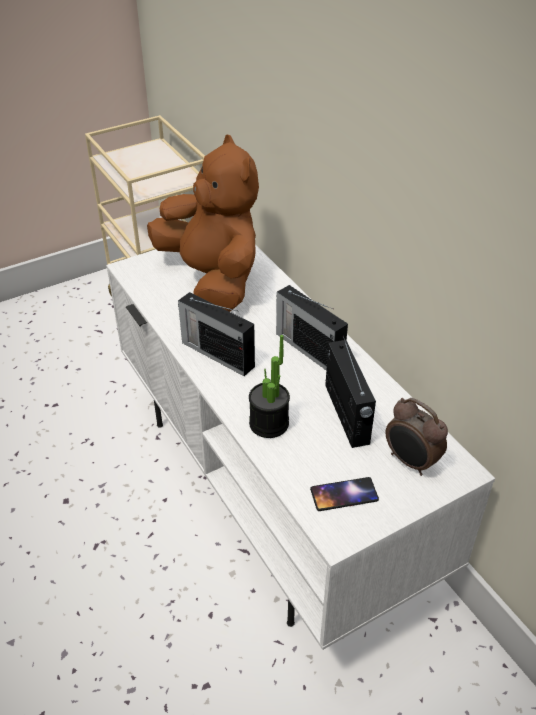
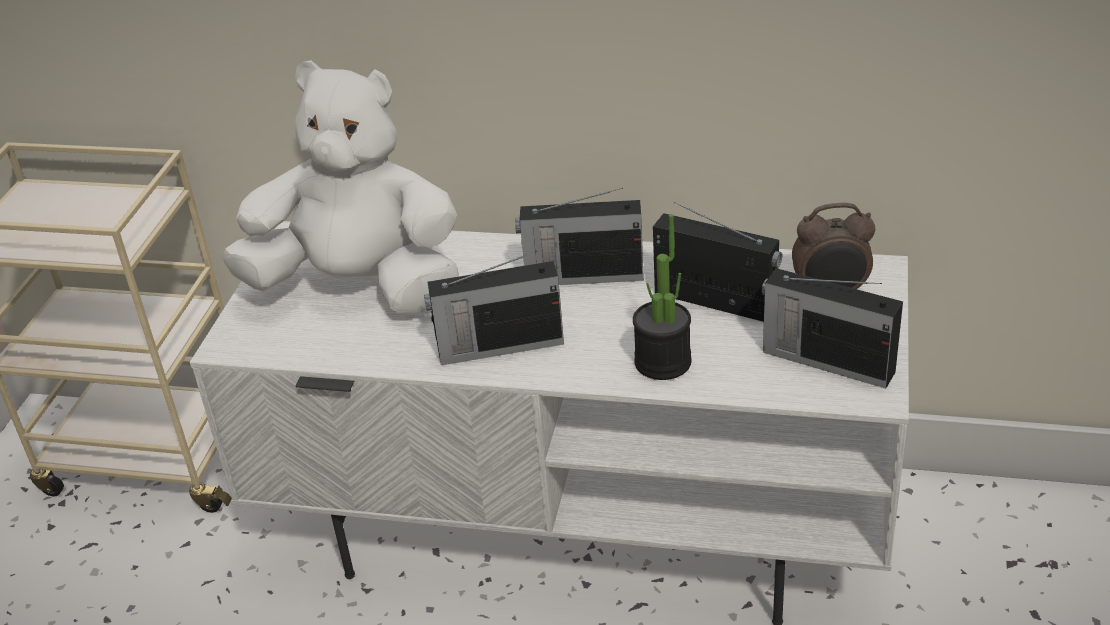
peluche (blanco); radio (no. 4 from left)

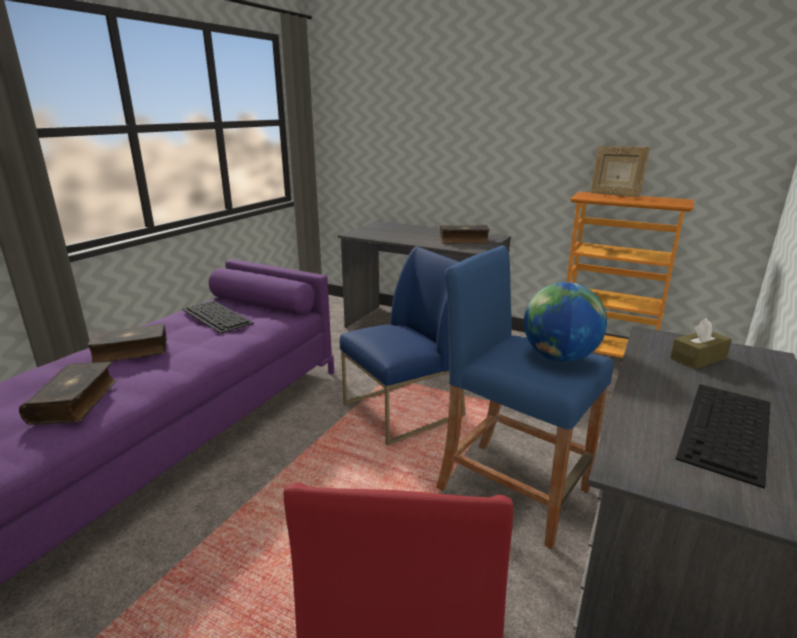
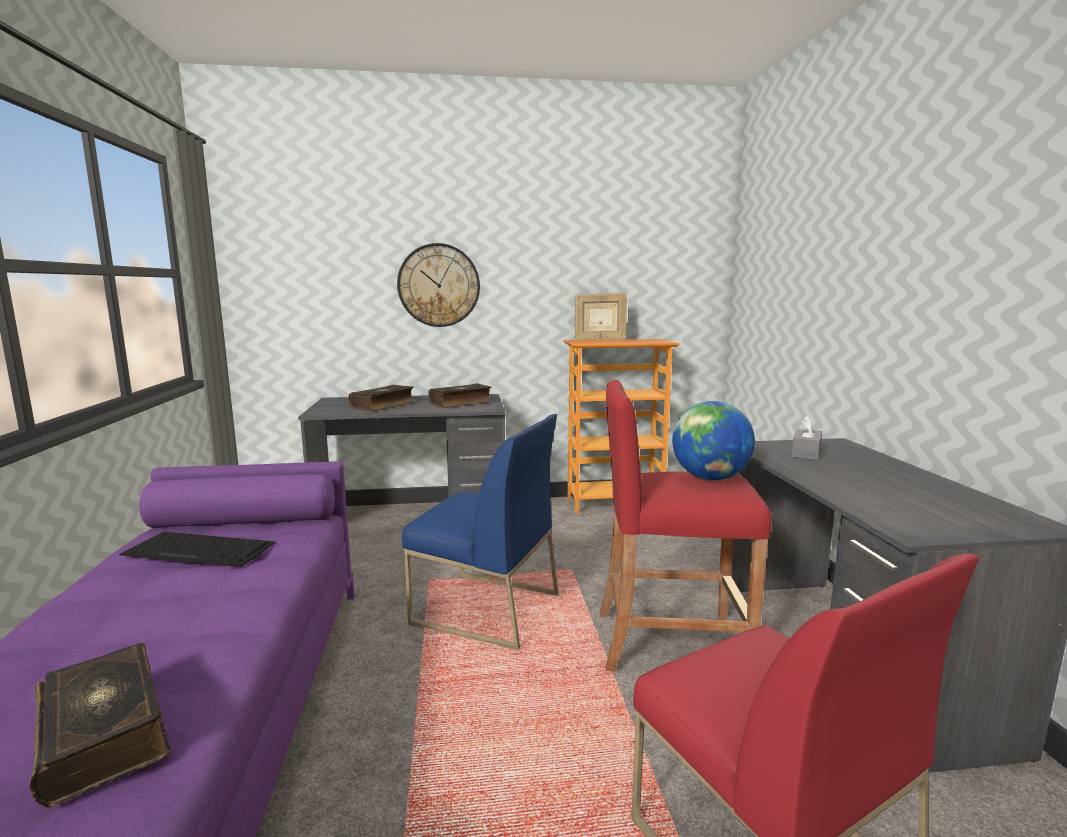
libro (no. 2 from left); silla (azul); taburete (rojo); caja de pañuelos (gris); teclado (no. 2 from left in the first image); reloj de pared

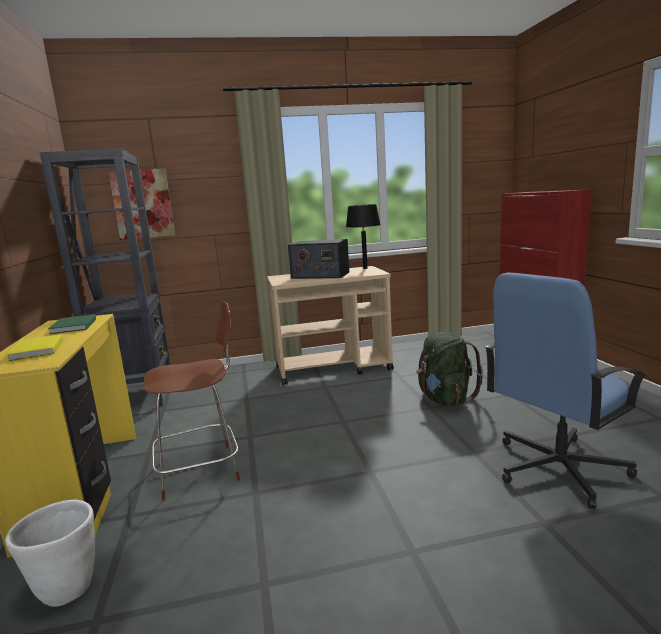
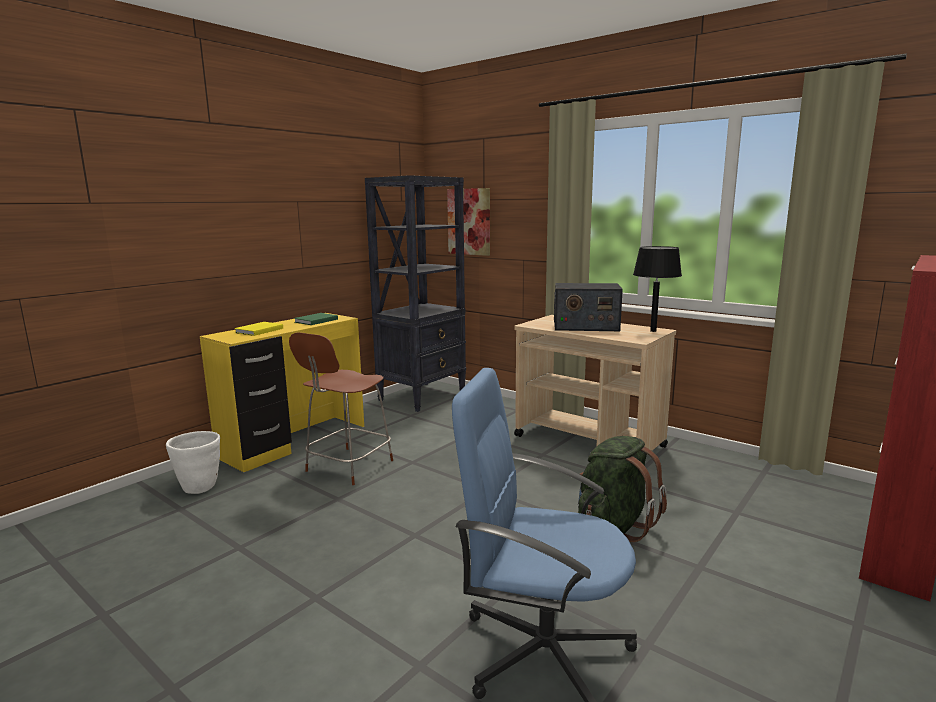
silla (marrón); radio

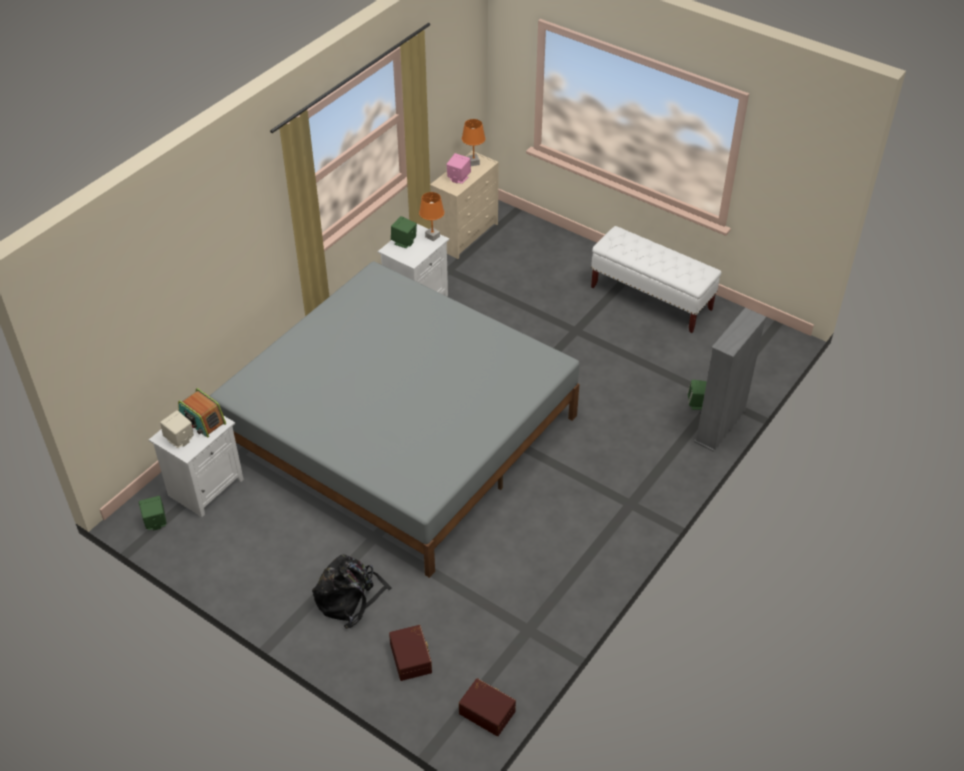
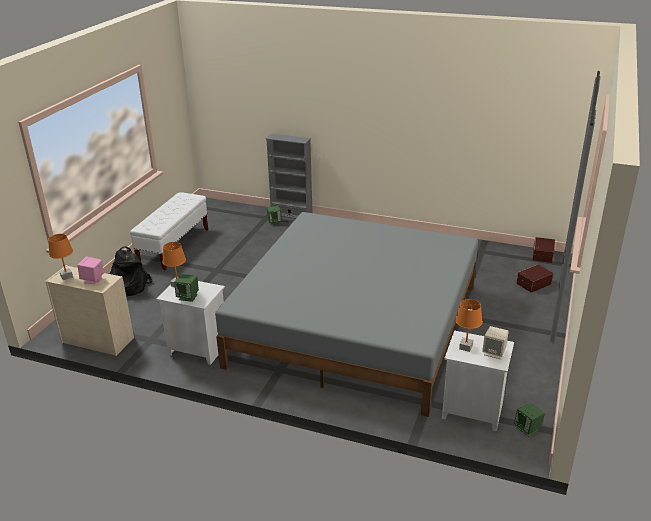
lámpara de mesa (naranja) (no. 3 from left); mochila (negro)

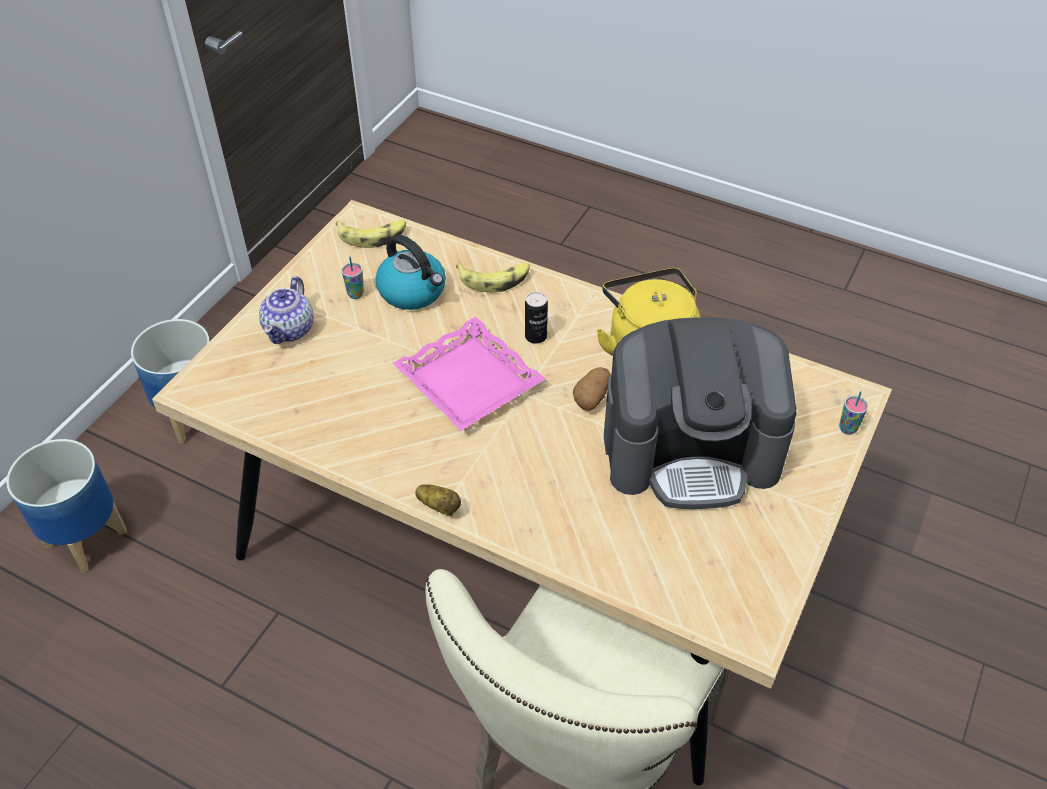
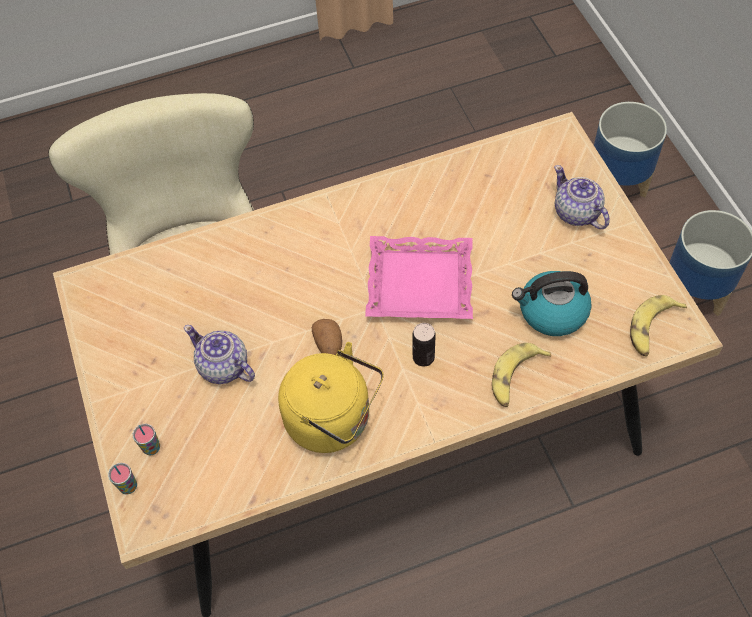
taza (no. 2 from left); patata (no. 1 from left in the first image); tetera (no. 1 from left)

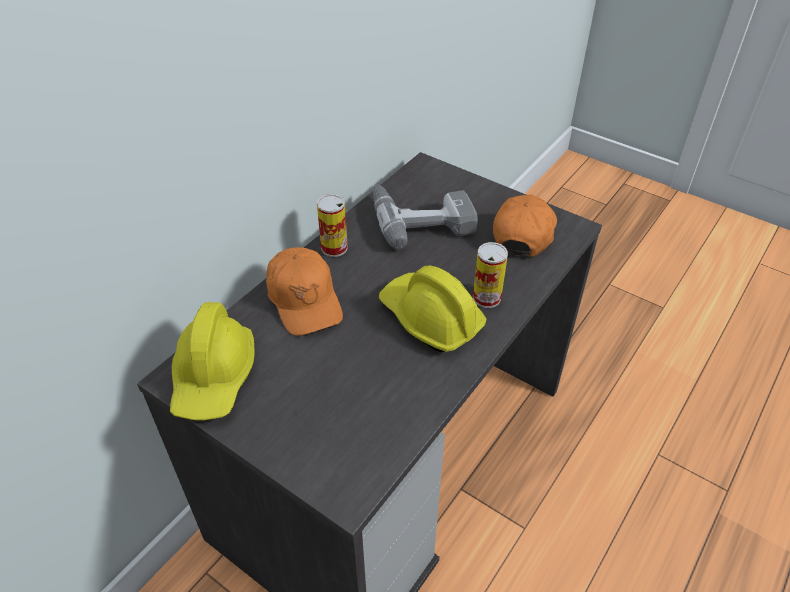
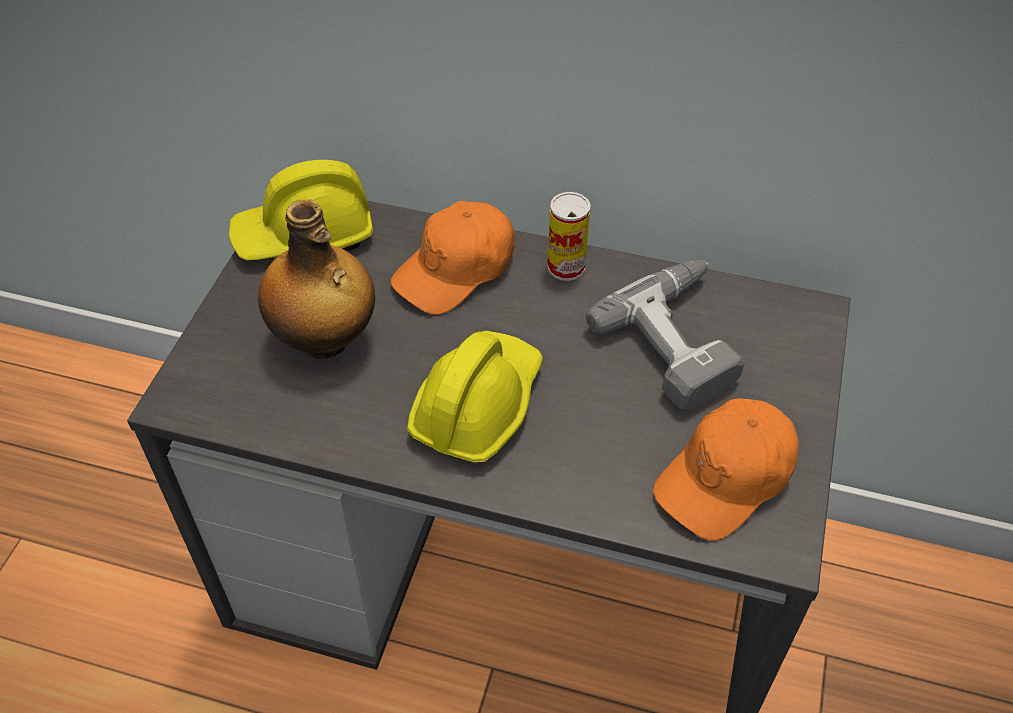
lata (no. 2 from left in the first image); gorra (naranja) (no. 2 from left); botella

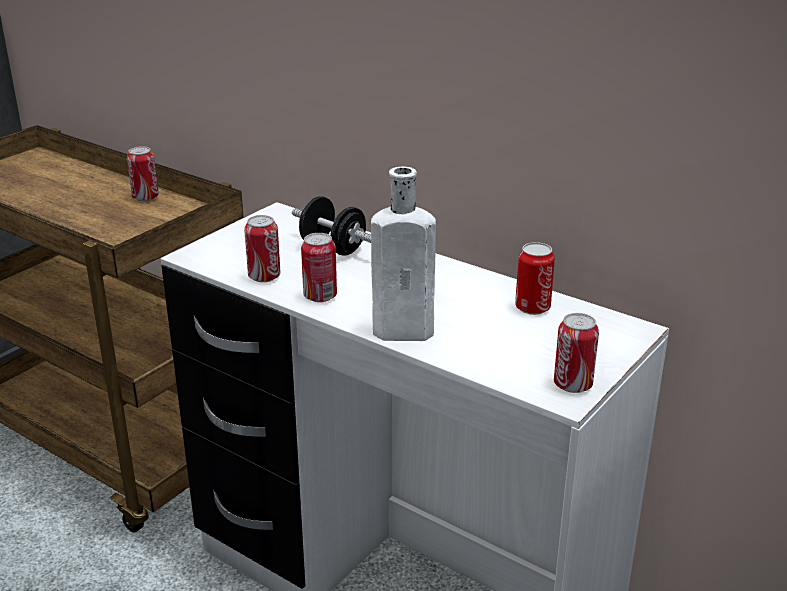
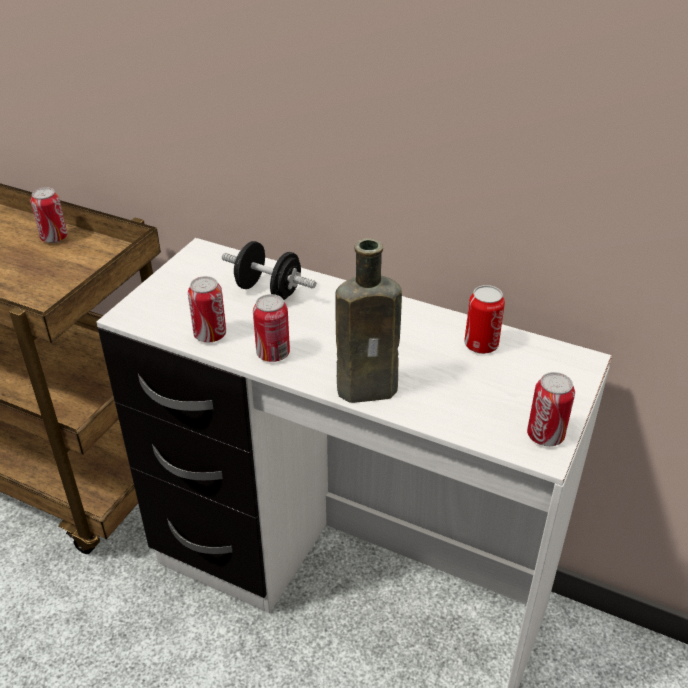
botella (marrón)

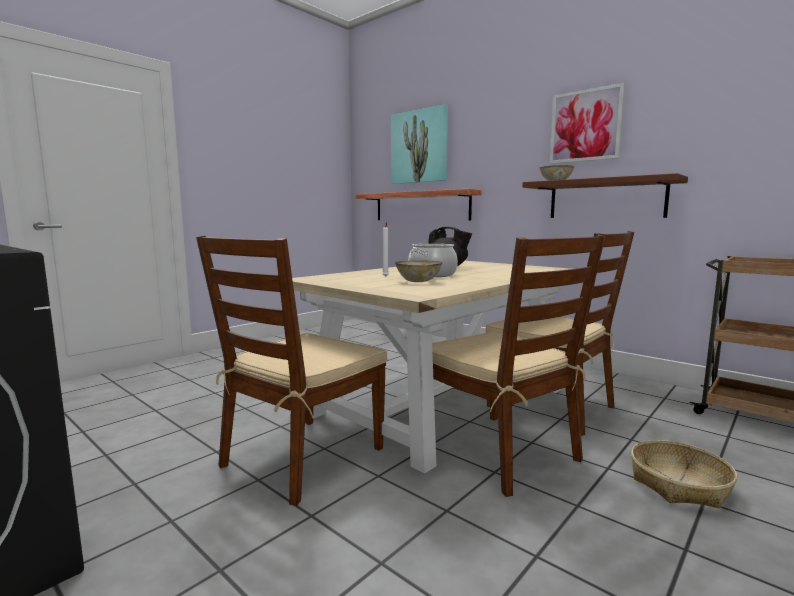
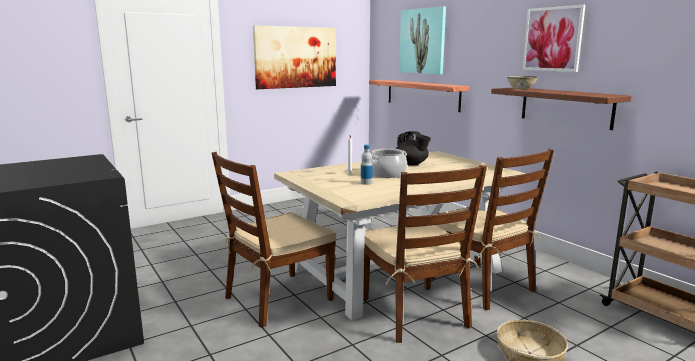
botella; cuadro (no. 1 from left)

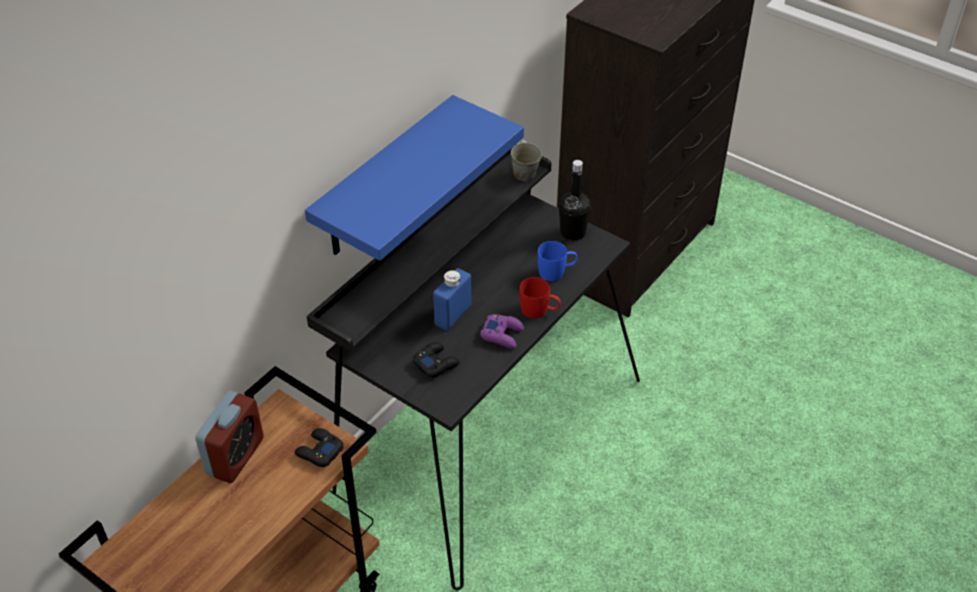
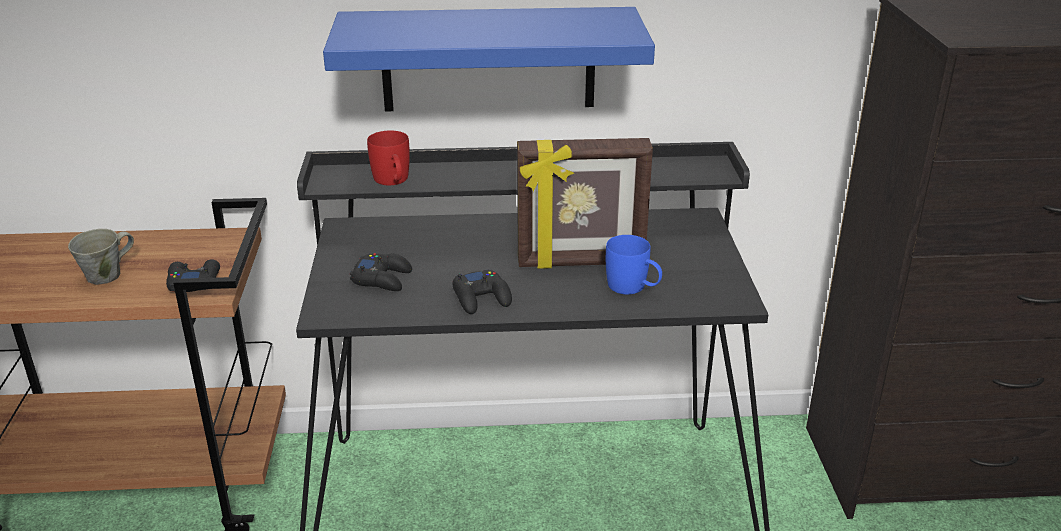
despertador; botella (azul); mando de consola (negro) (no. 3 from left); taza grande (gris); taza grande (rojo); botella (negro); portarretratos

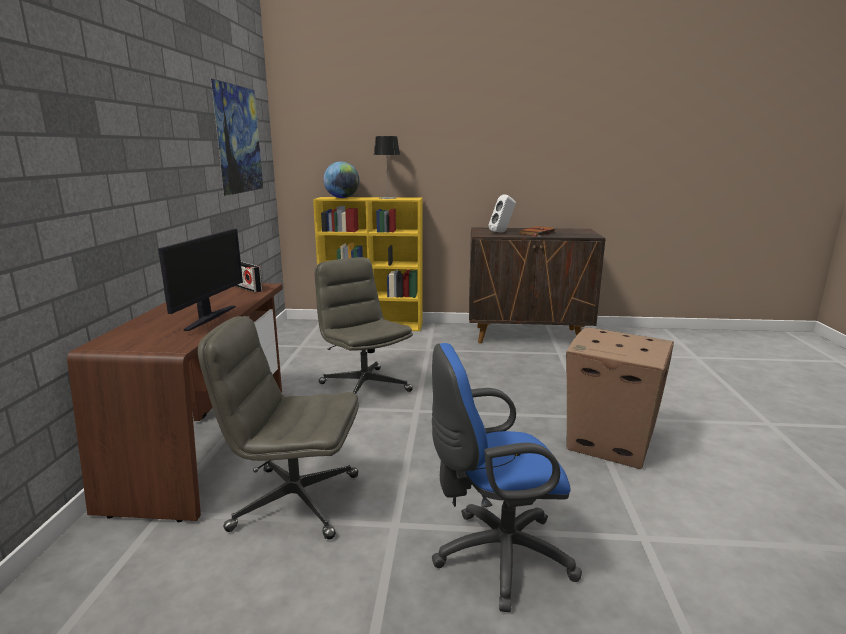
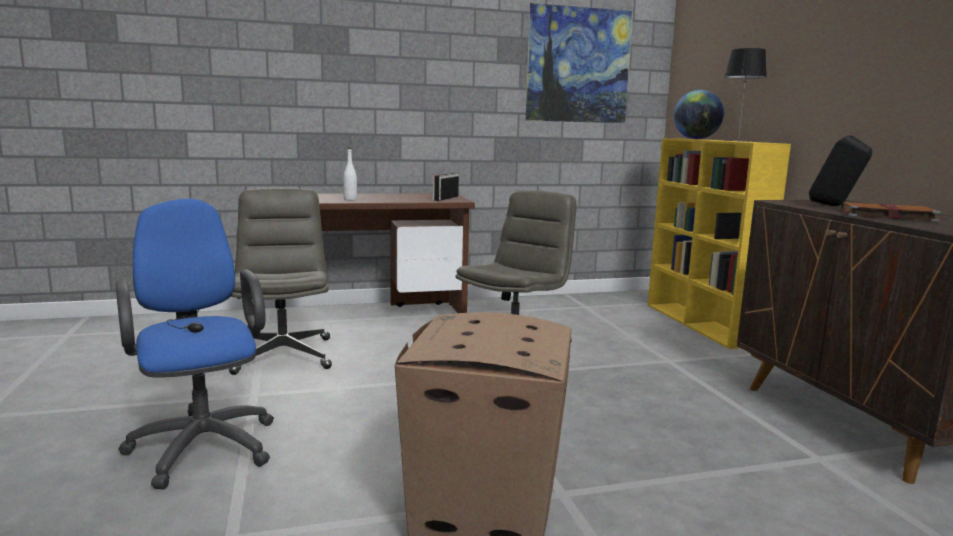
botella (blanco); altavoz (negro)

